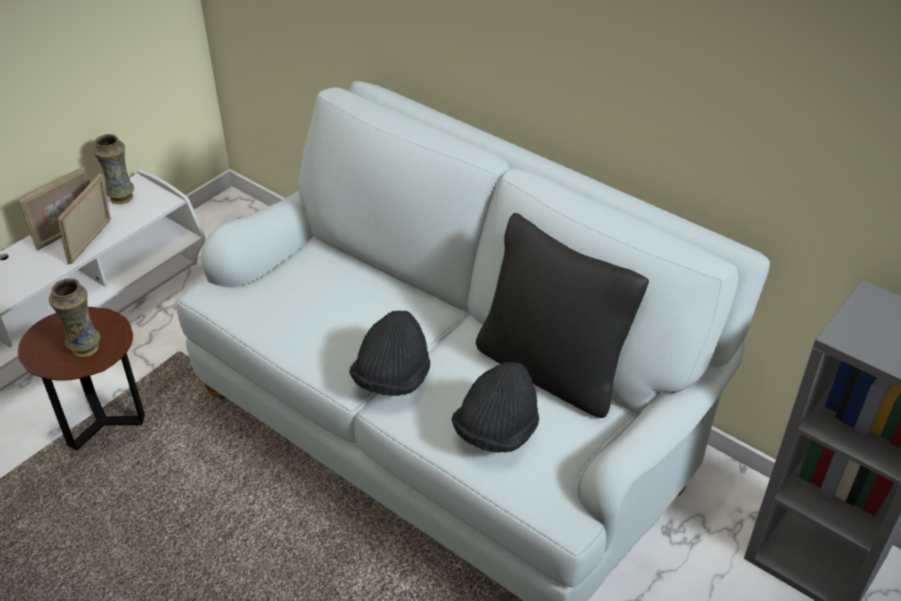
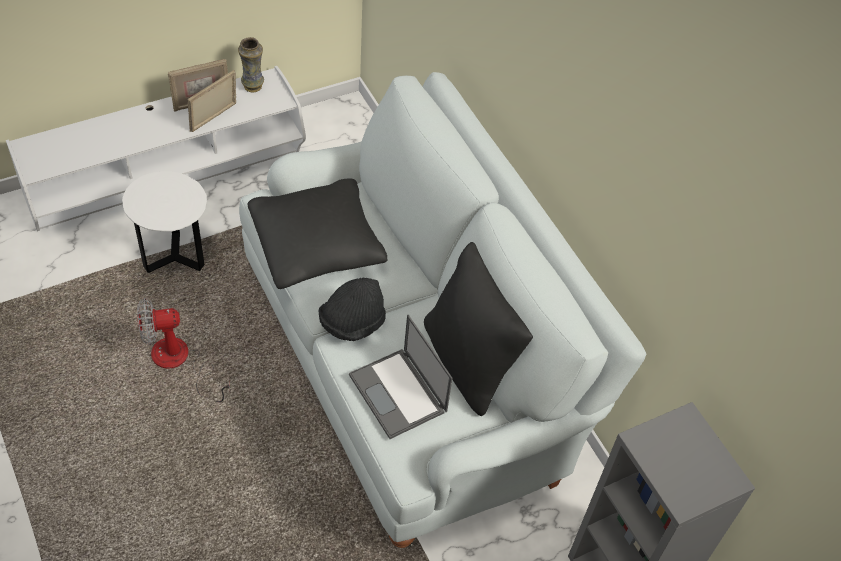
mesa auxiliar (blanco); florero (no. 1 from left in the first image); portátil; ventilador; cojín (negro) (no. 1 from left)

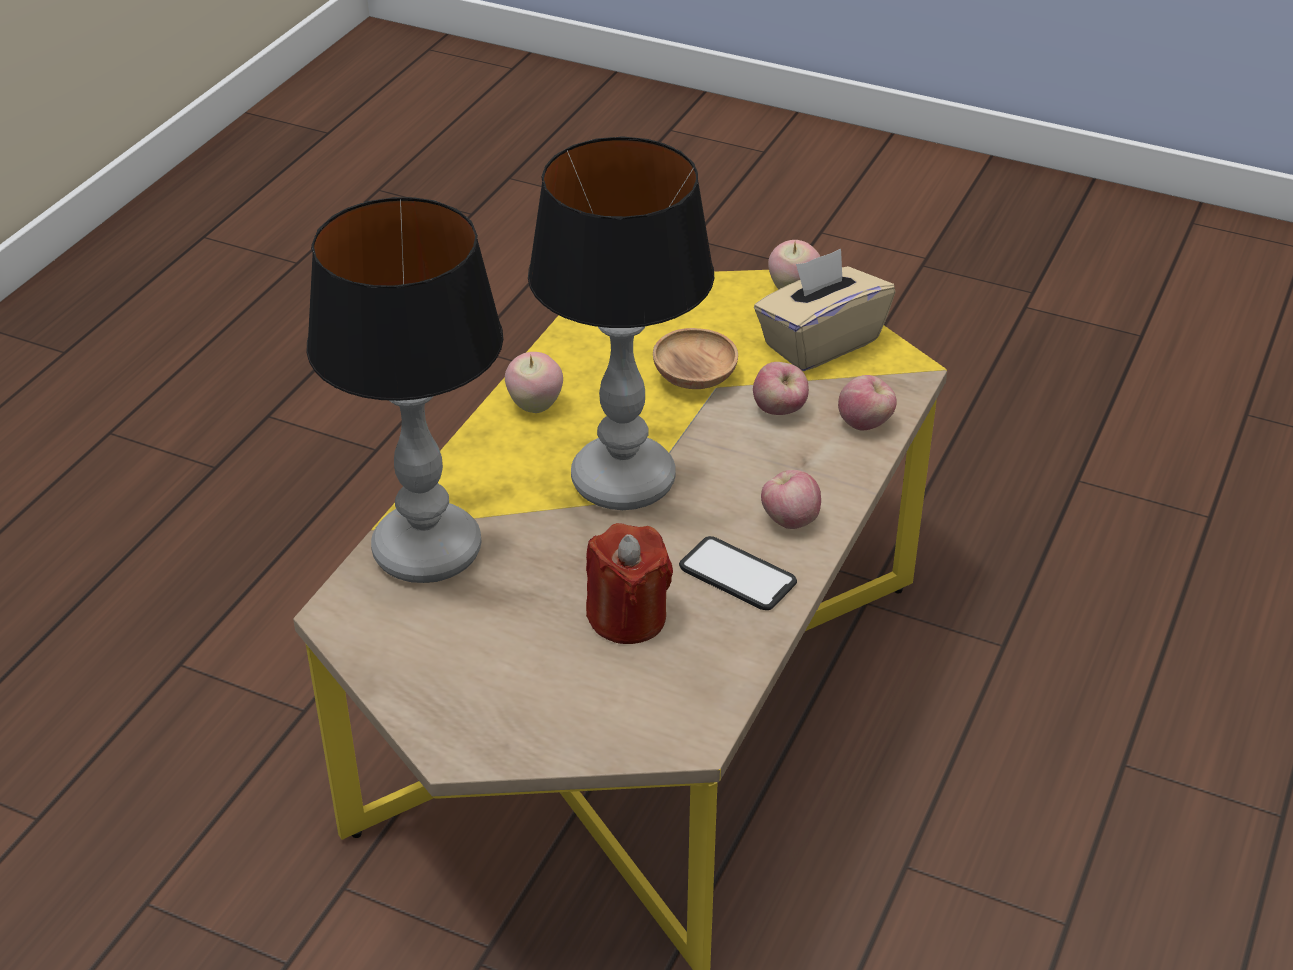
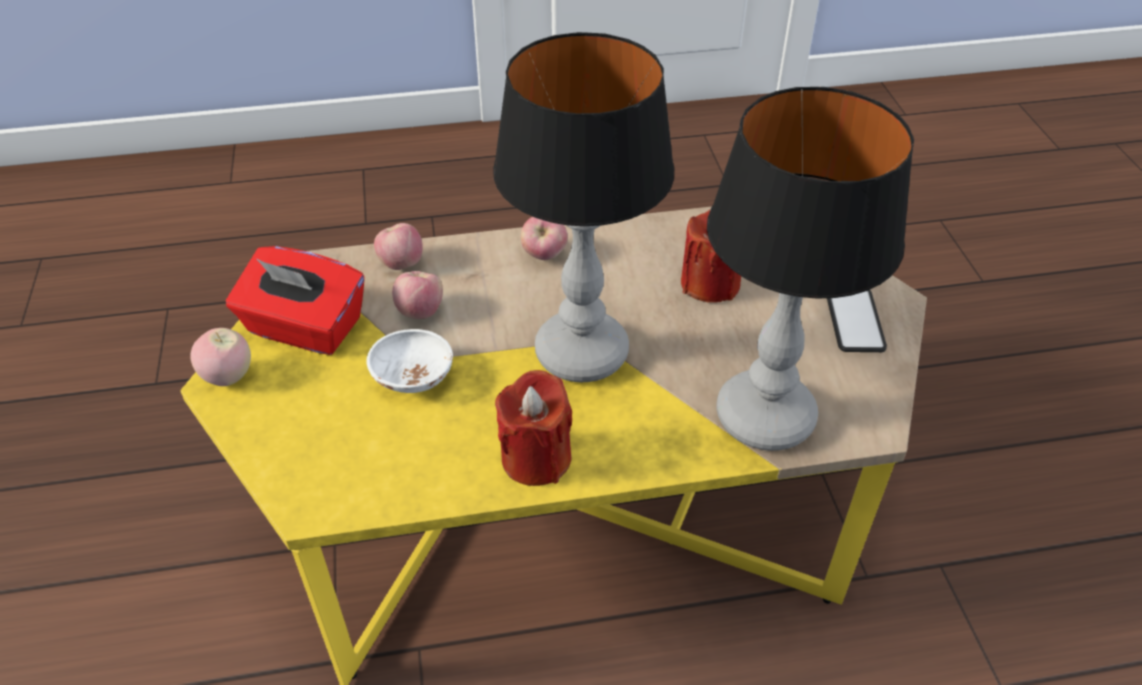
vela (rojo) (no. 1 from left); cuenco (blanco); móvil; caja de pañuelos (rojo)

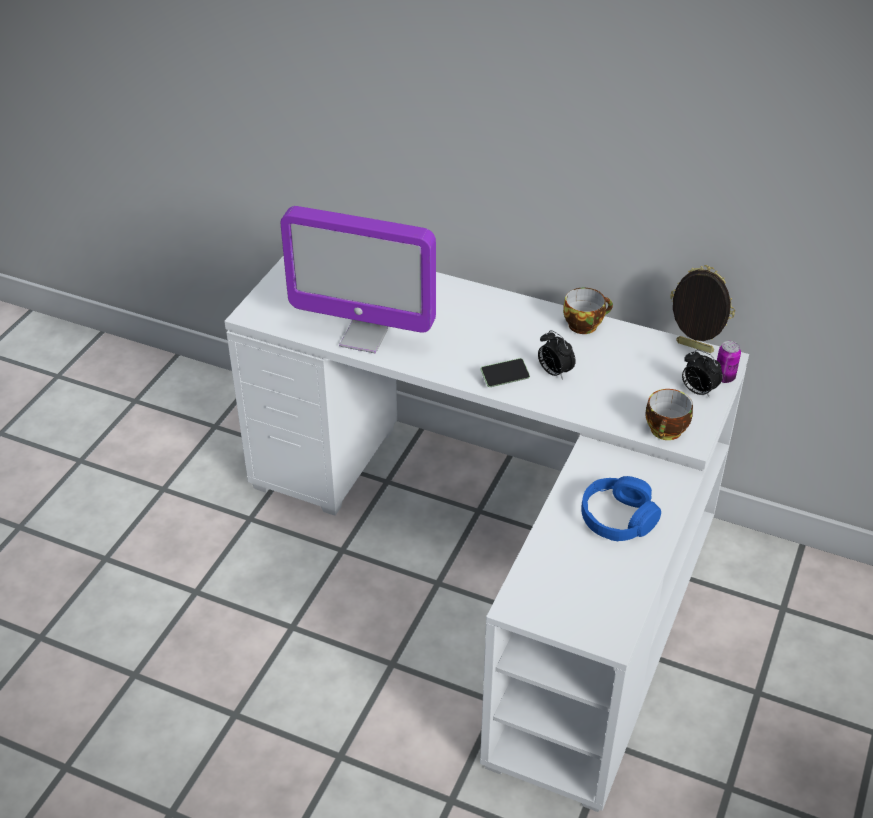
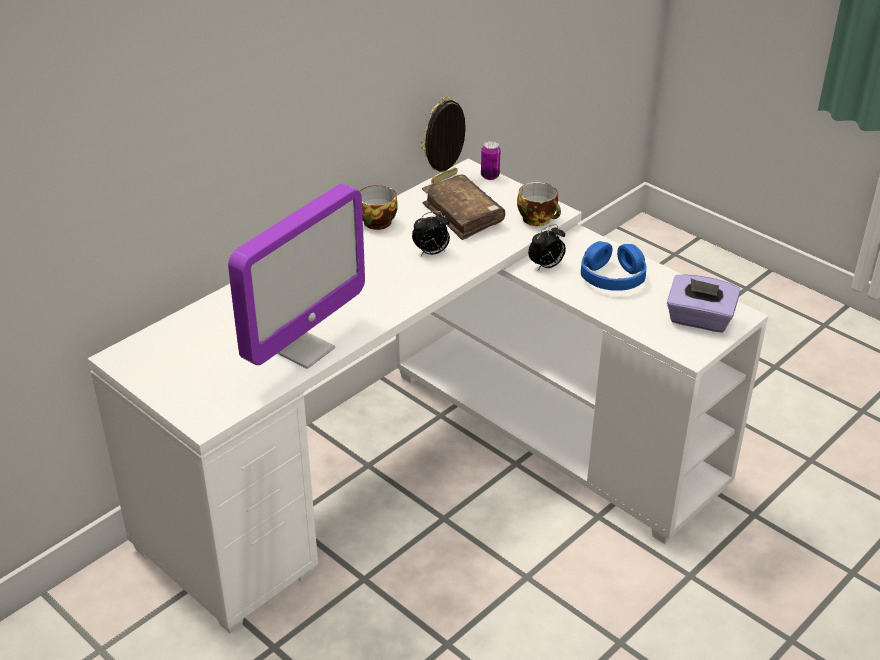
móvil; despertador (no. 2 from left); libro (marrón); caja de pañuelos (morado)

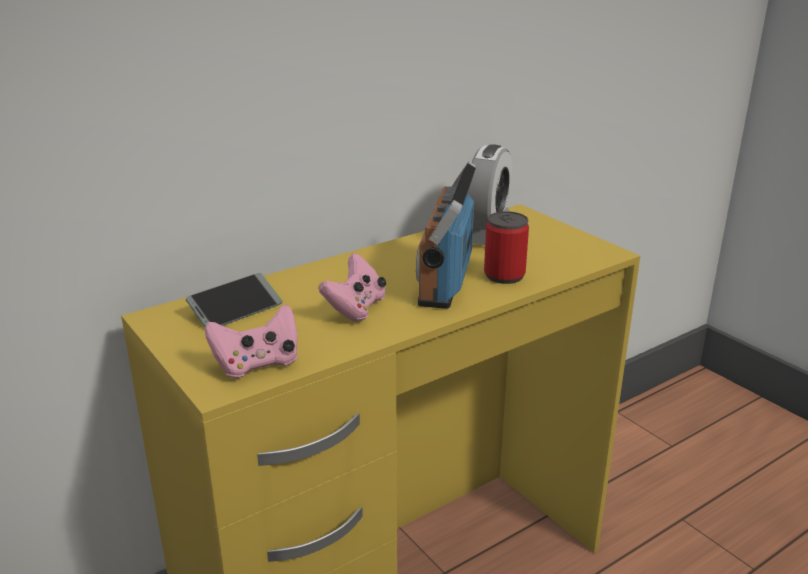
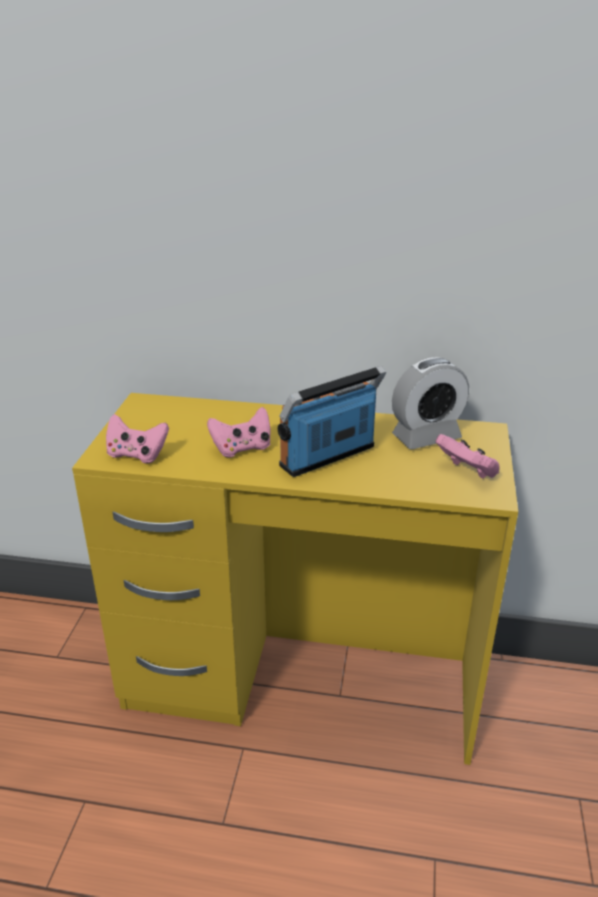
móvil; lata; mando de consola (rosa) (no. 3 from left)

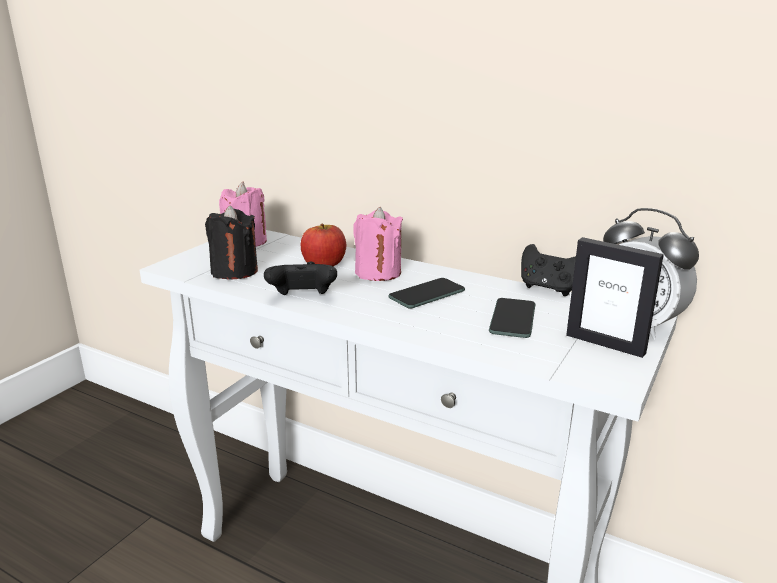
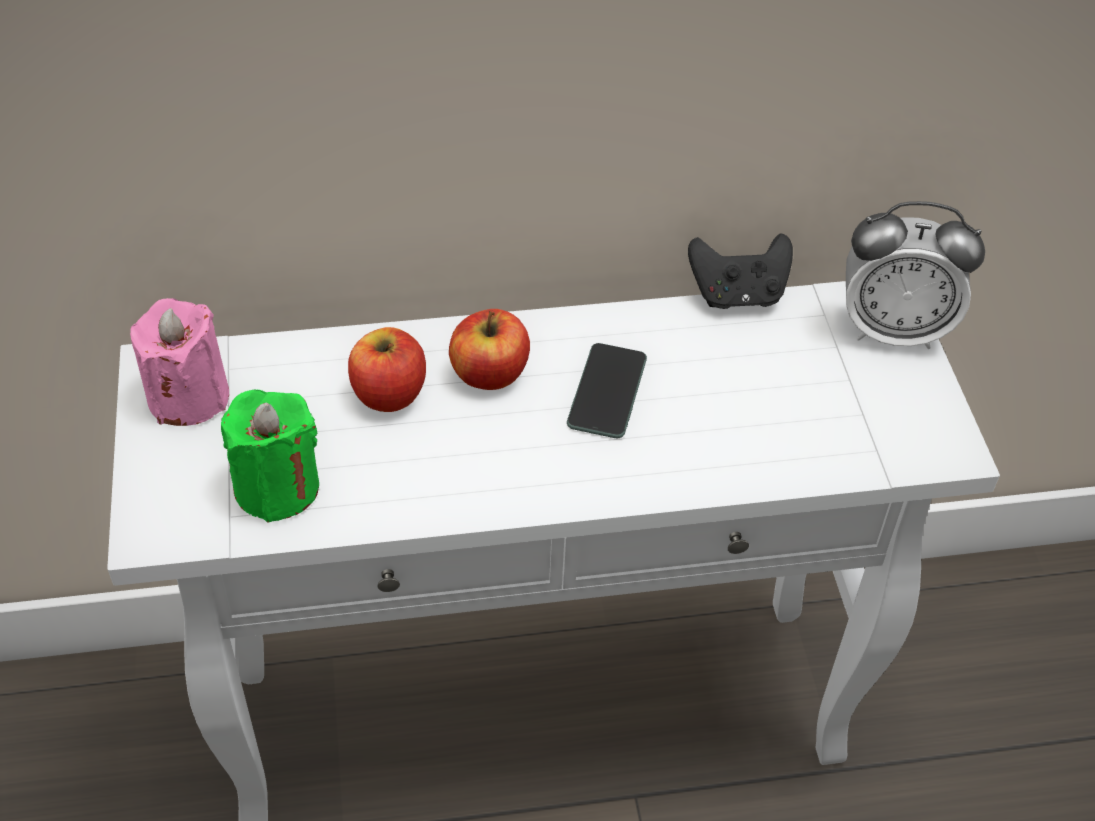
vela (verde); mando de consola (negro) (no. 1 from left in the first image); manzana (no. 2 from left); móvil (no. 2 from left in the first image); portarretratos

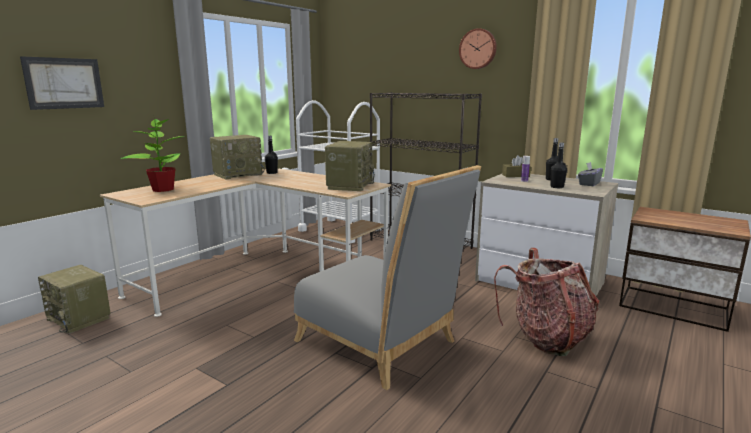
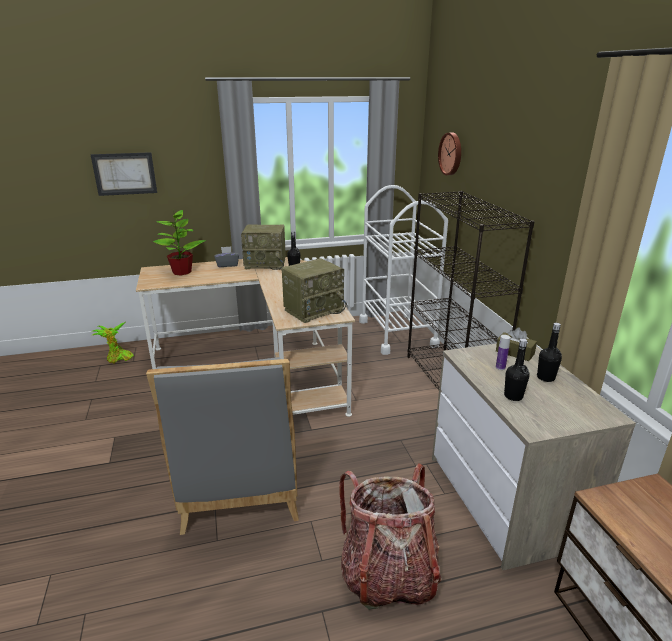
planta en maceta (no. 1 from left); reloj de pared; caja de pañuelos (gris)

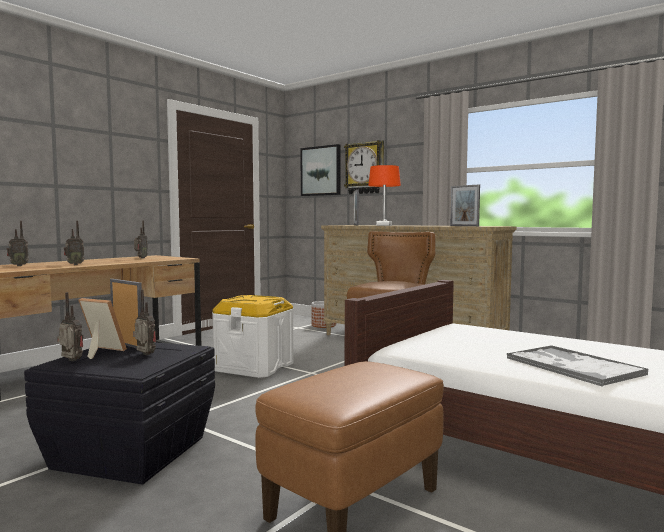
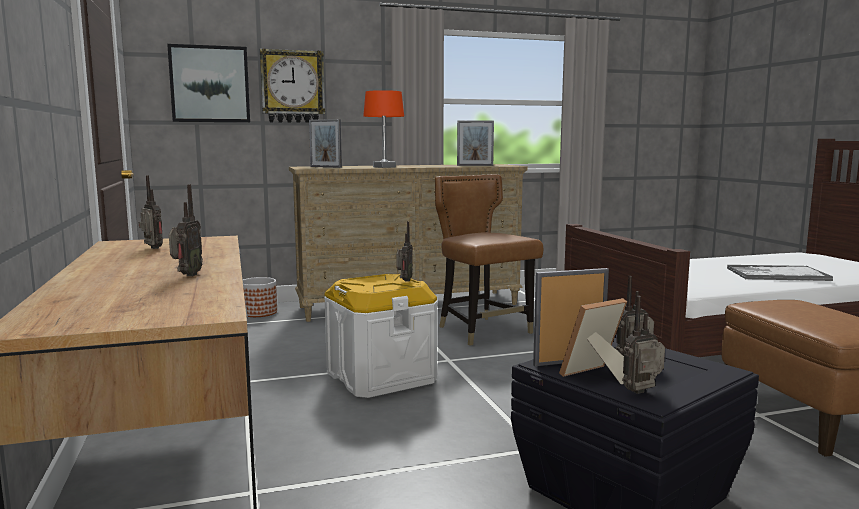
radio (no. 3 from left)

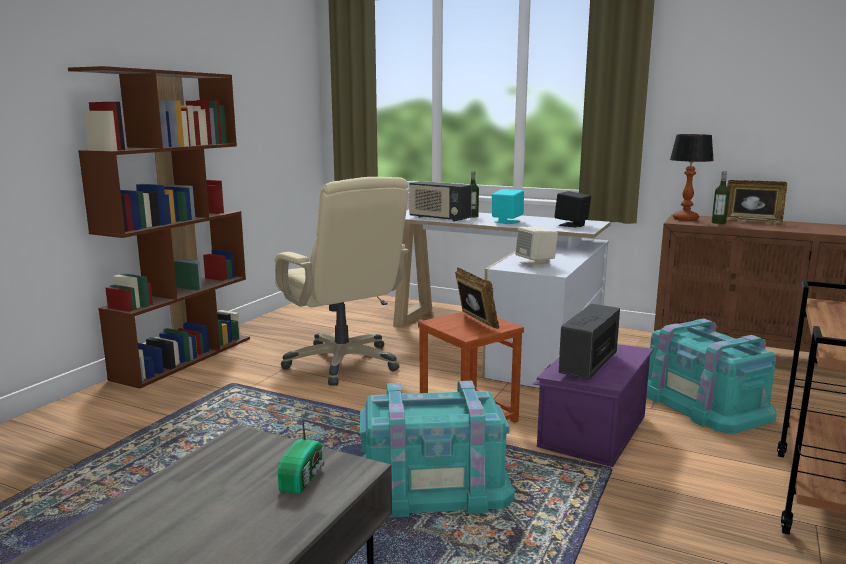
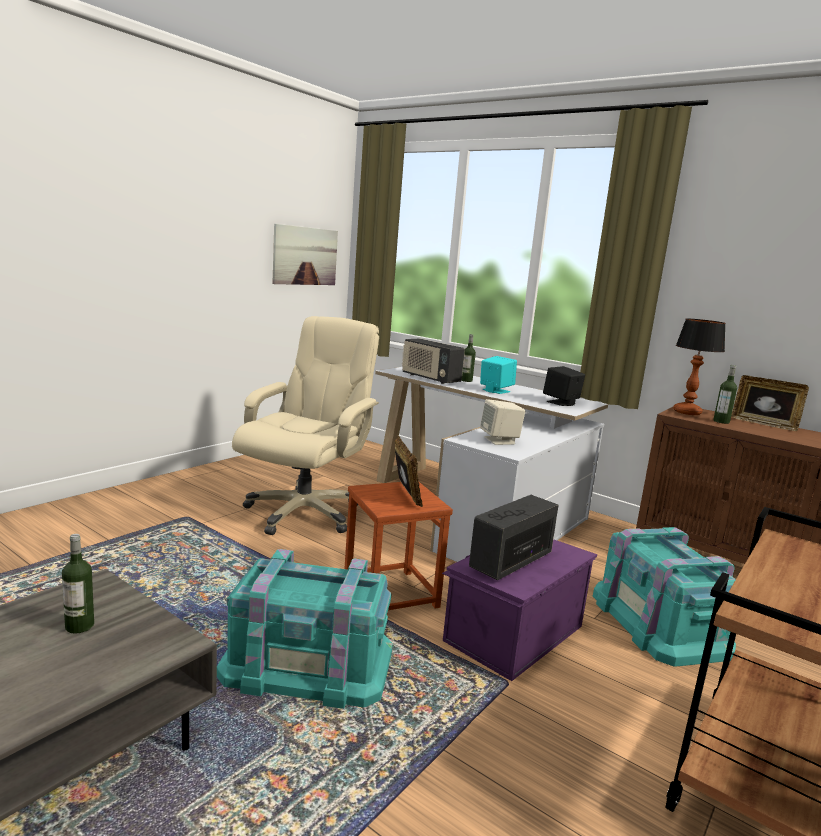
estantería (marrón); silla de oficina (beis); radio (no. 1 from left in the first image); botella (no. 1 from left); cuadro

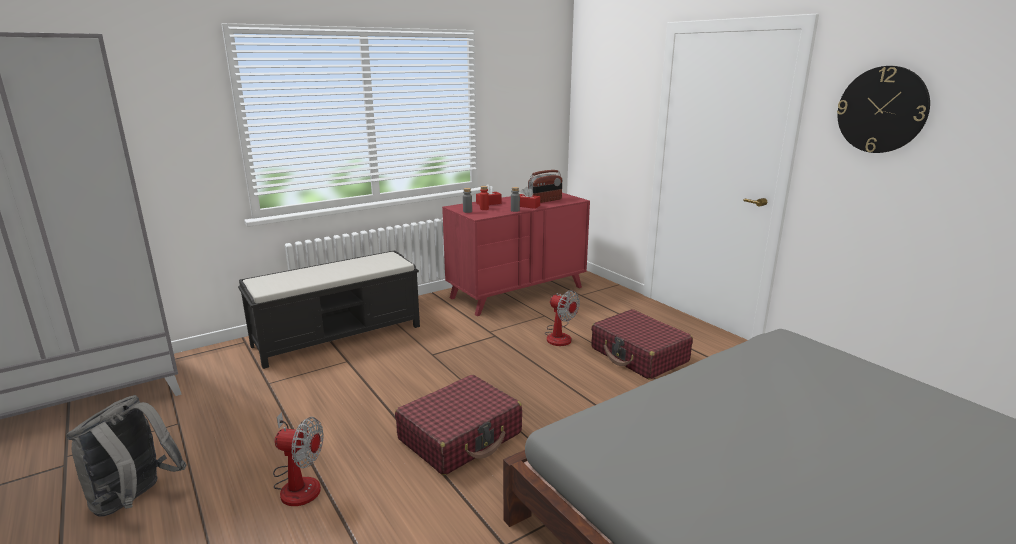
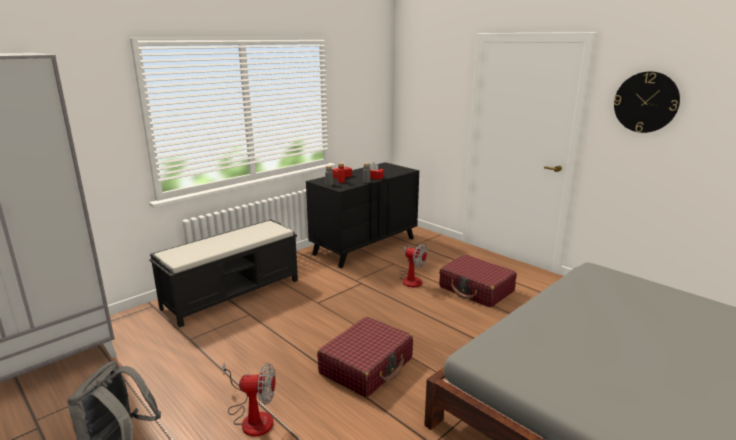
cómoda (negro); radio

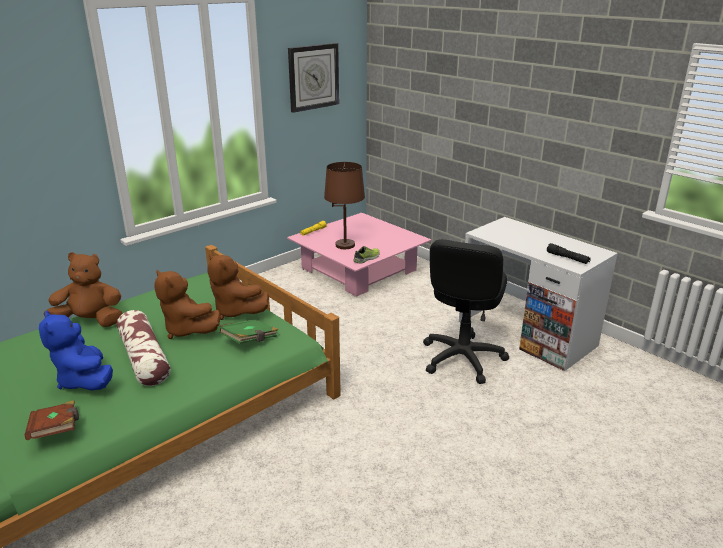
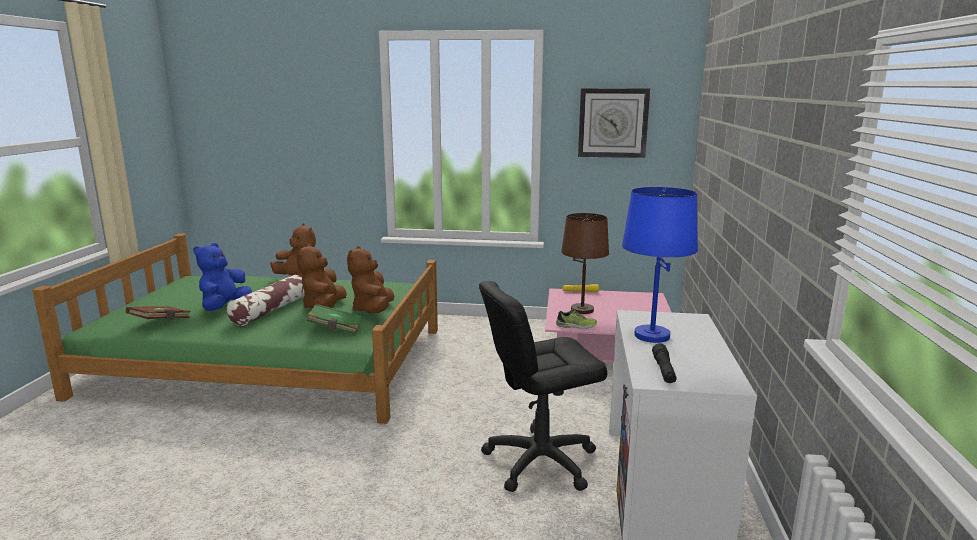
lámpara de mesa (azul)

